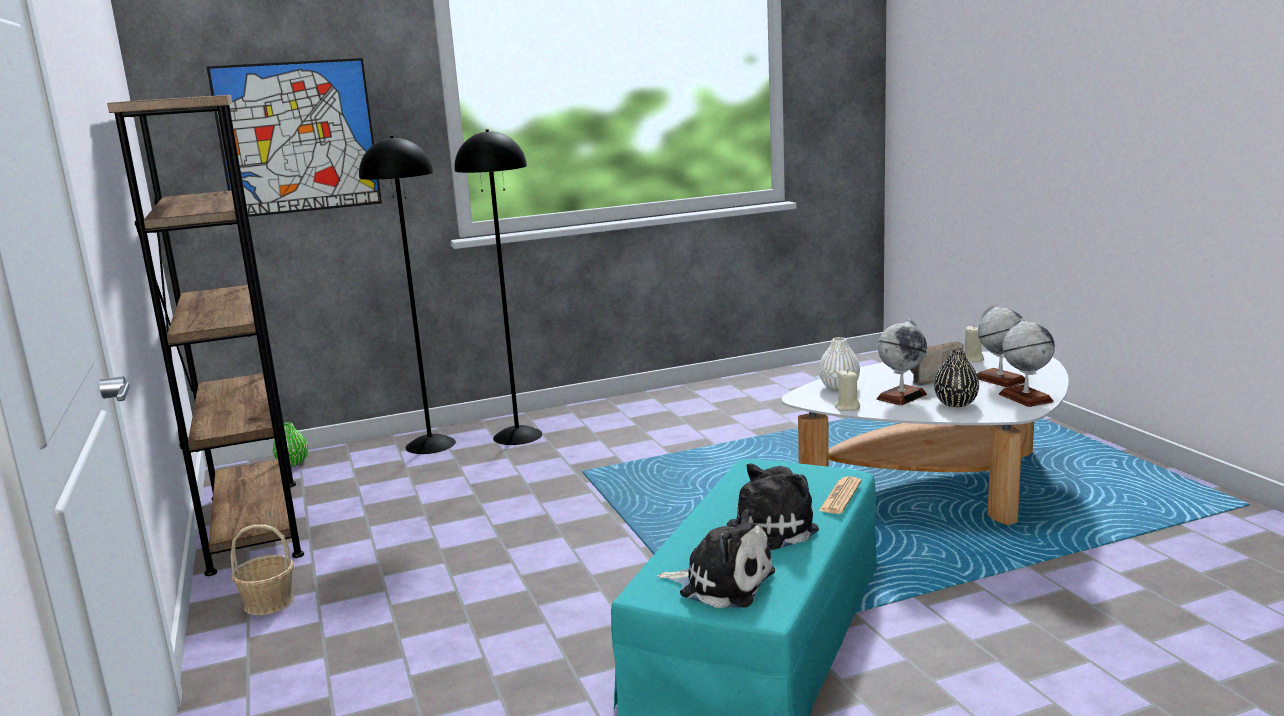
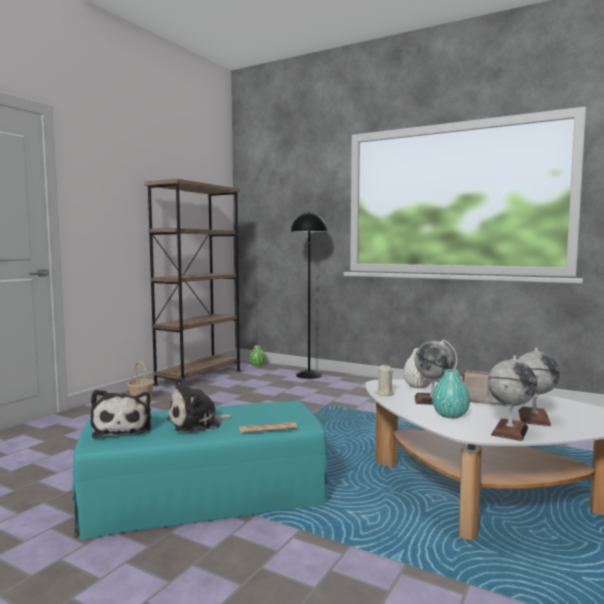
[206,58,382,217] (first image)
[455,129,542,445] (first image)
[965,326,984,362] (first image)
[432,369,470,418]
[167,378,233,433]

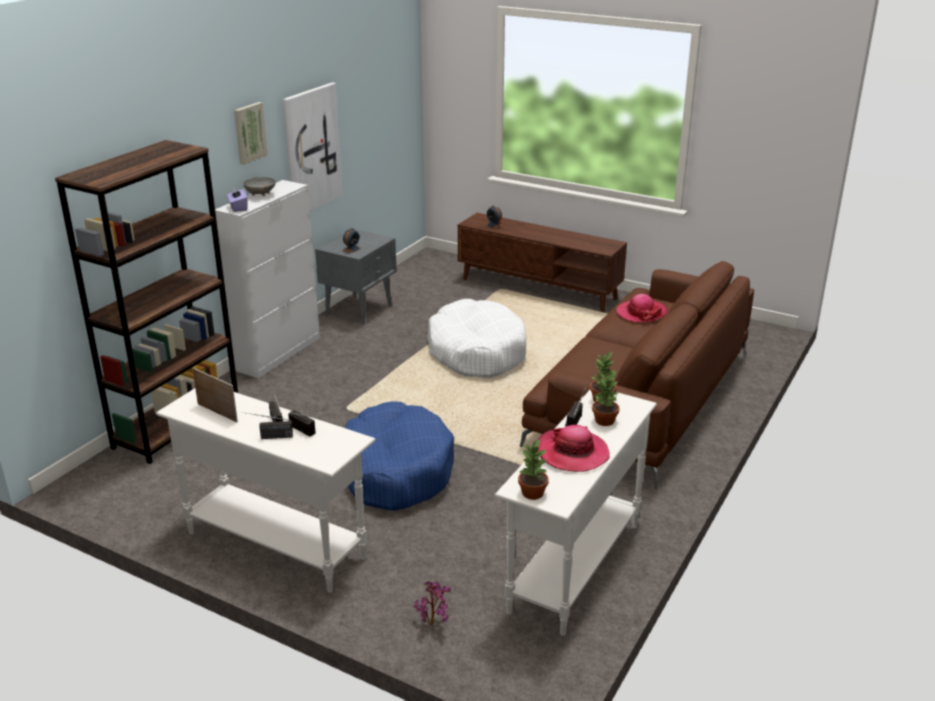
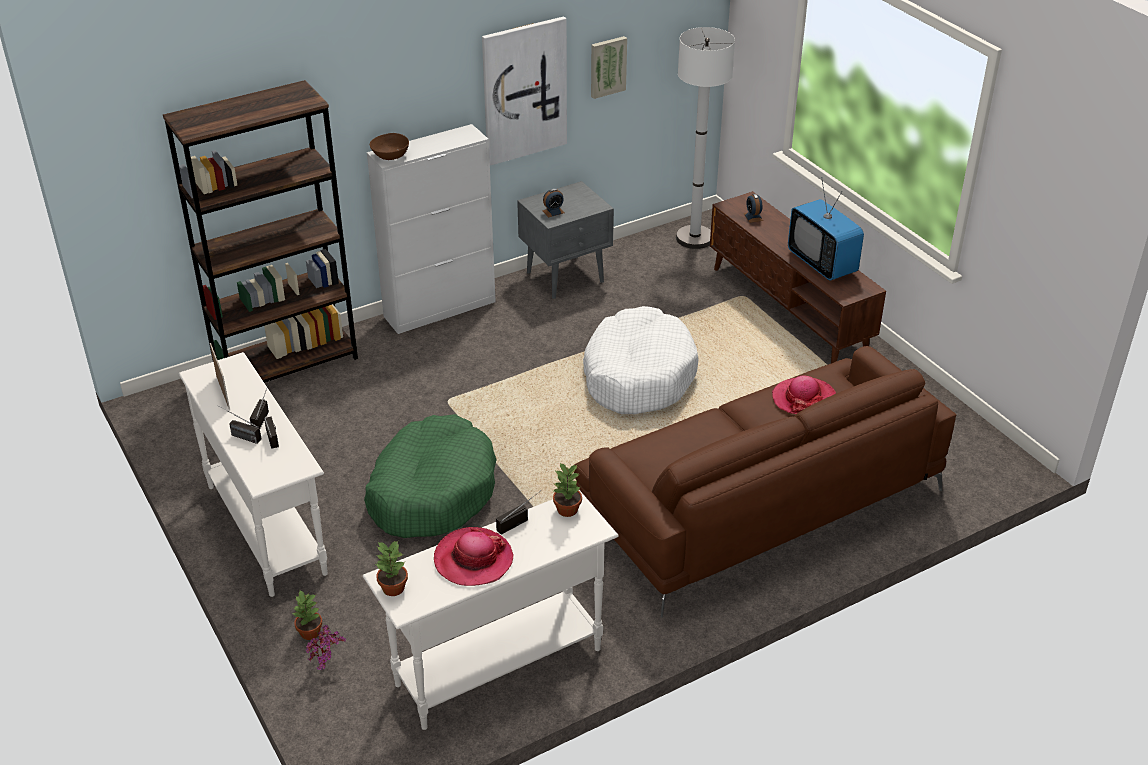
[591,36,627,99]
[243,177,276,197] (first image)
[370,133,409,160]
[293,591,322,640]
[364,414,497,538]
[676,27,735,249]
[788,177,864,280]

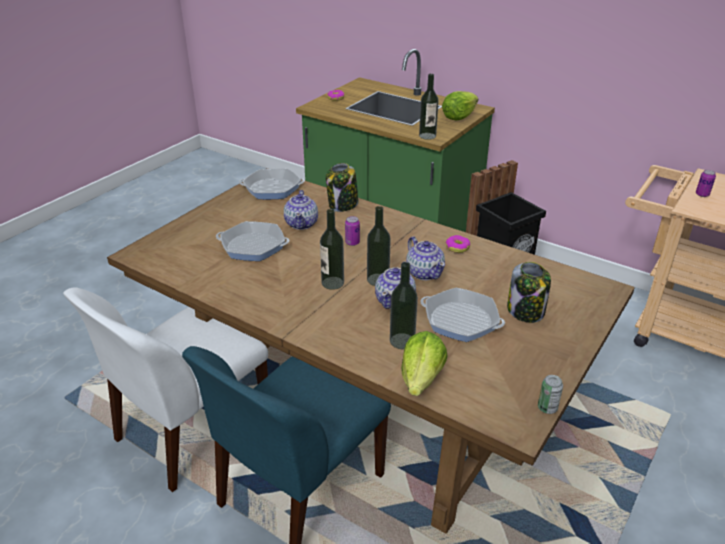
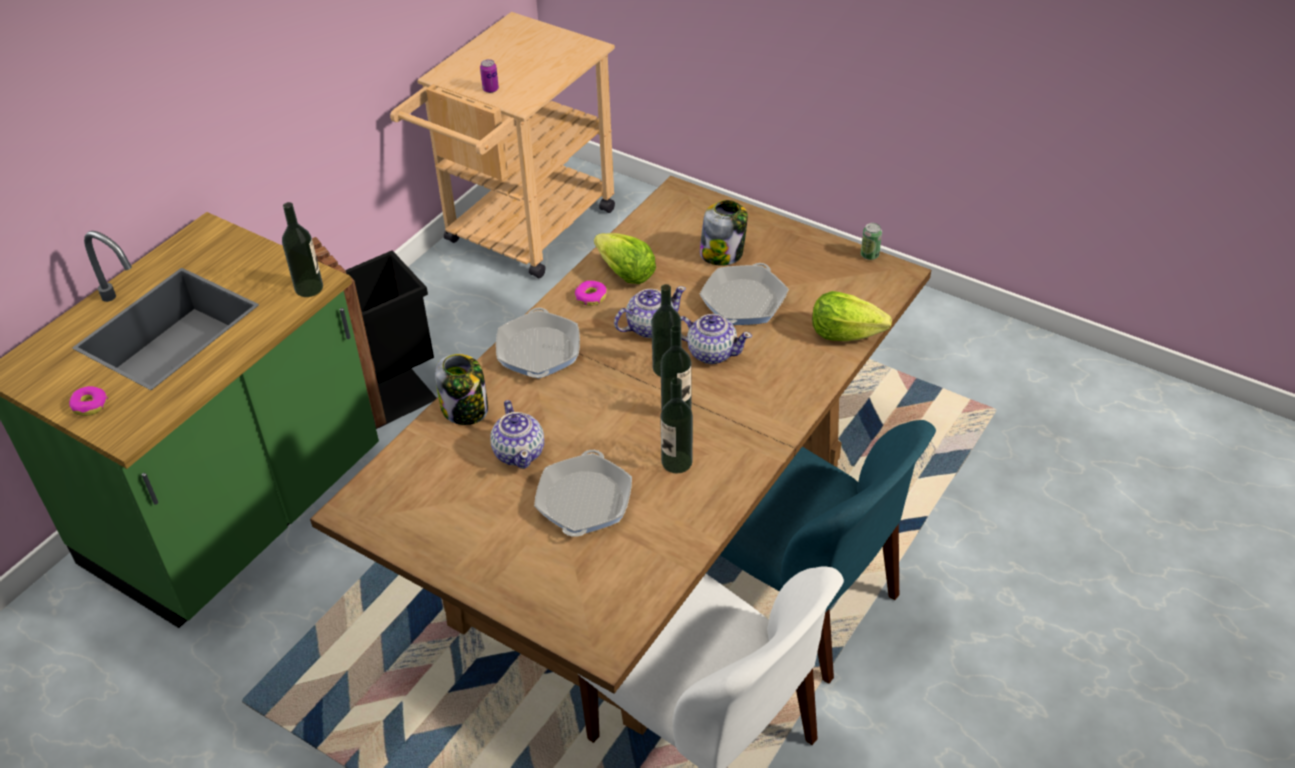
[594,233,656,284]
[496,308,580,379]
[491,400,544,469]
[345,216,360,246] (first image)
[660,378,693,474]

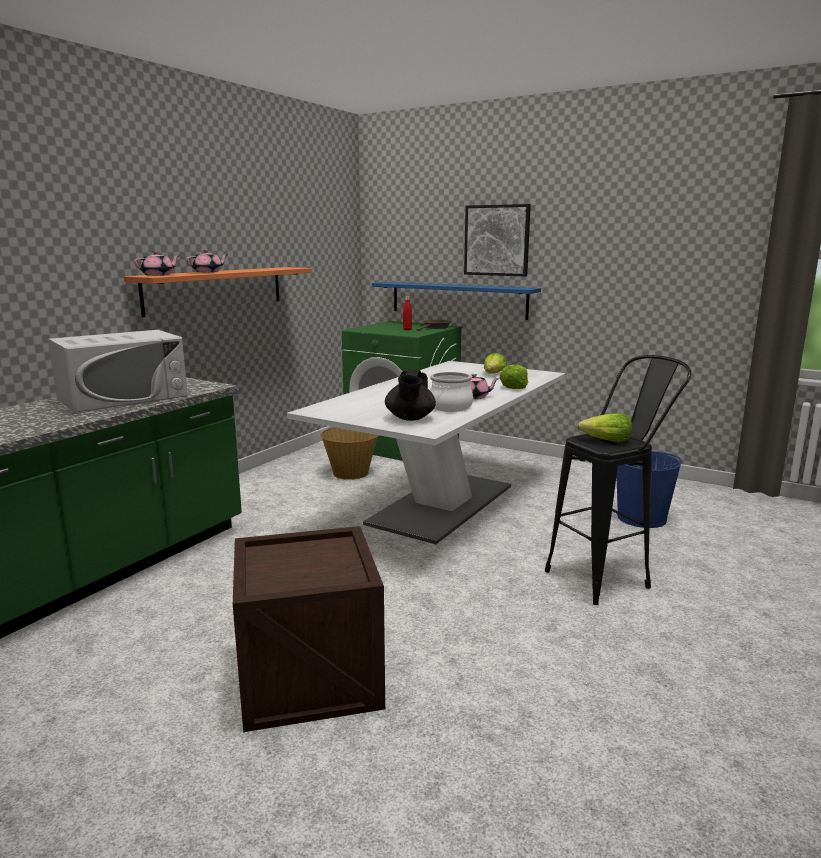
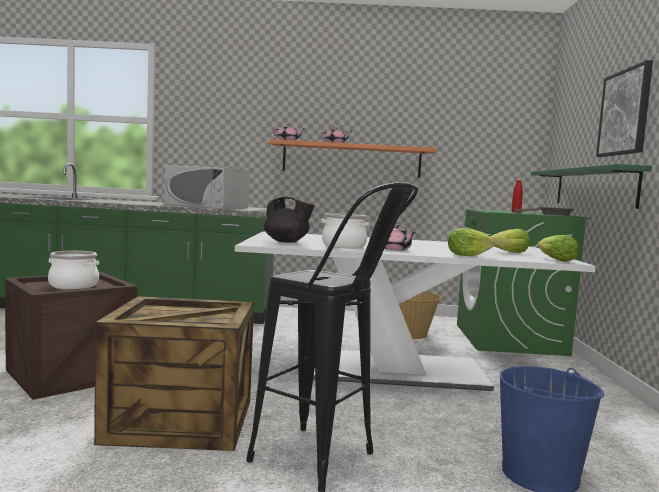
[531,164,652,209]
[264,197,315,243]
[537,235,578,262]
[48,251,99,289]
[94,296,254,451]

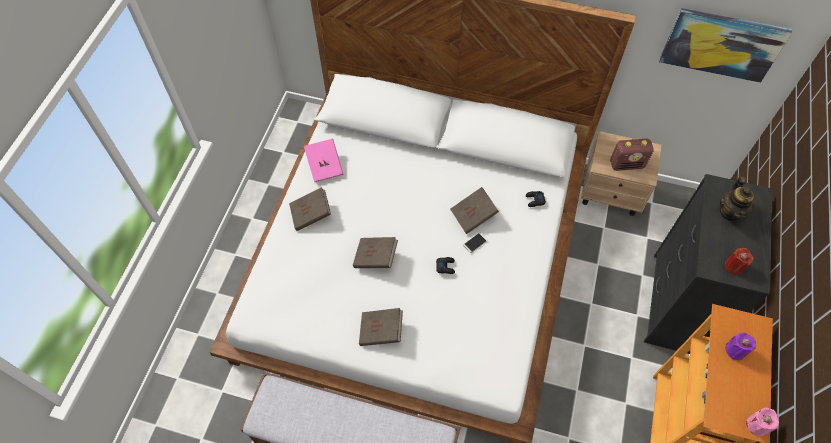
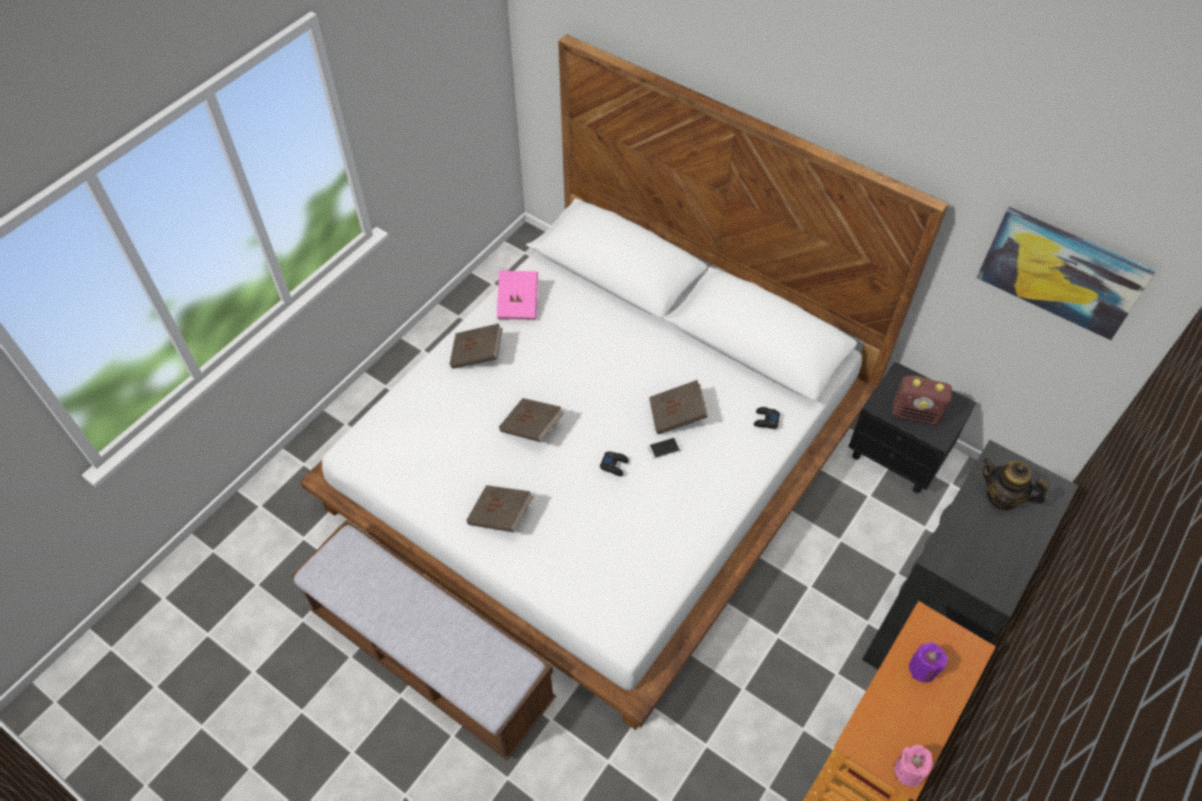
[848,361,976,493]
[983,458,1049,511]
[725,248,754,274] (first image)

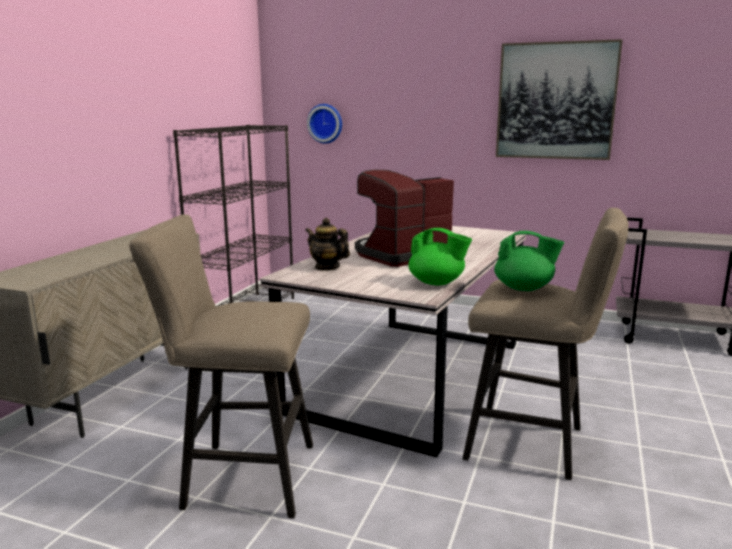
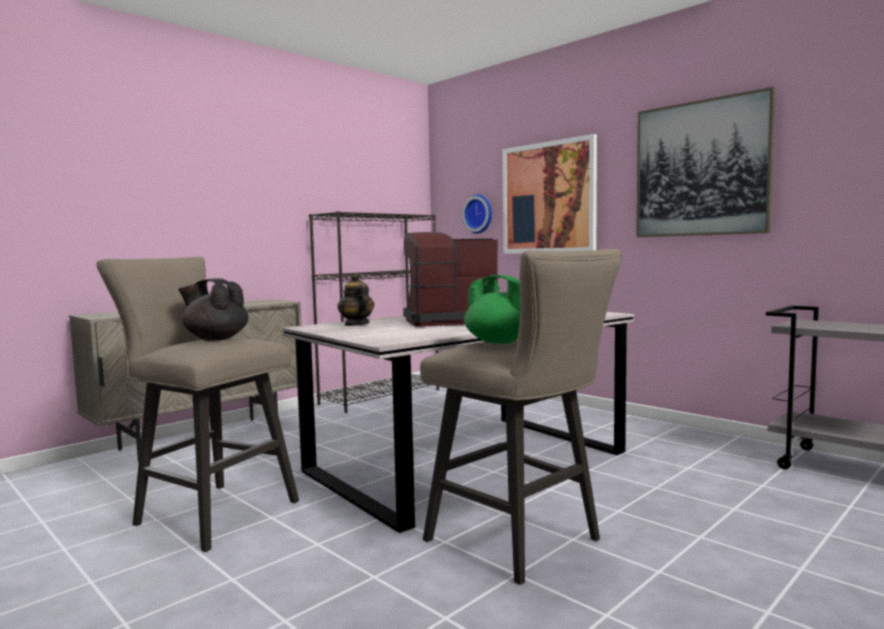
[408,228,472,286] (first image)
[502,134,597,254]
[178,278,249,341]

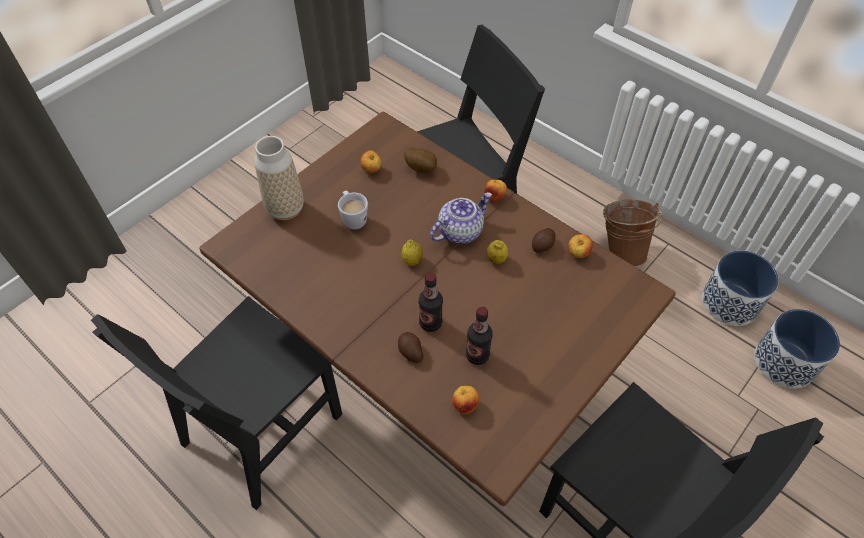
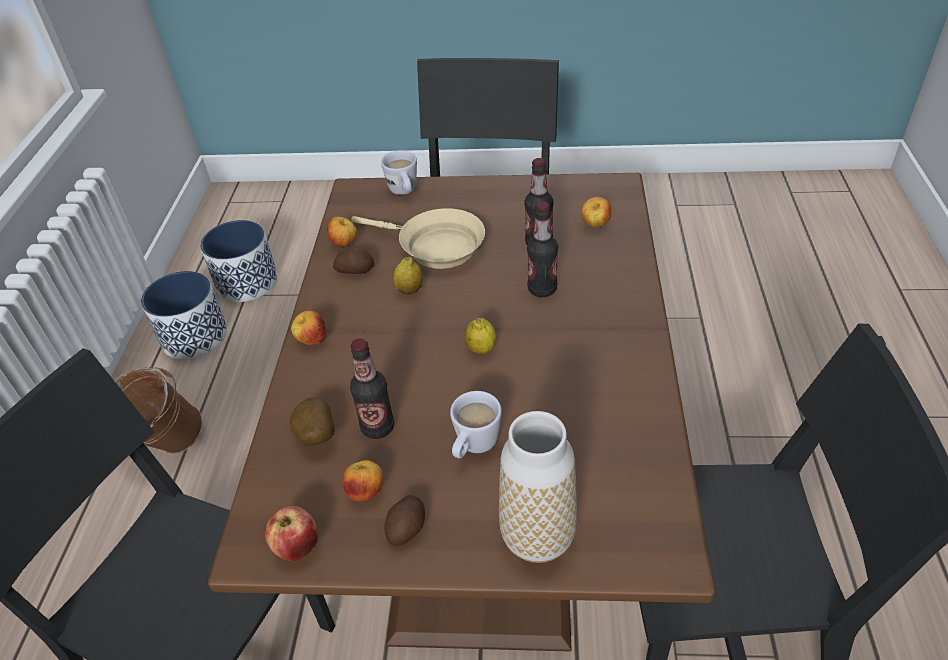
[430,192,492,244] (first image)
[384,495,425,546]
[381,150,417,195]
[351,208,485,269]
[350,338,394,439]
[265,506,318,561]

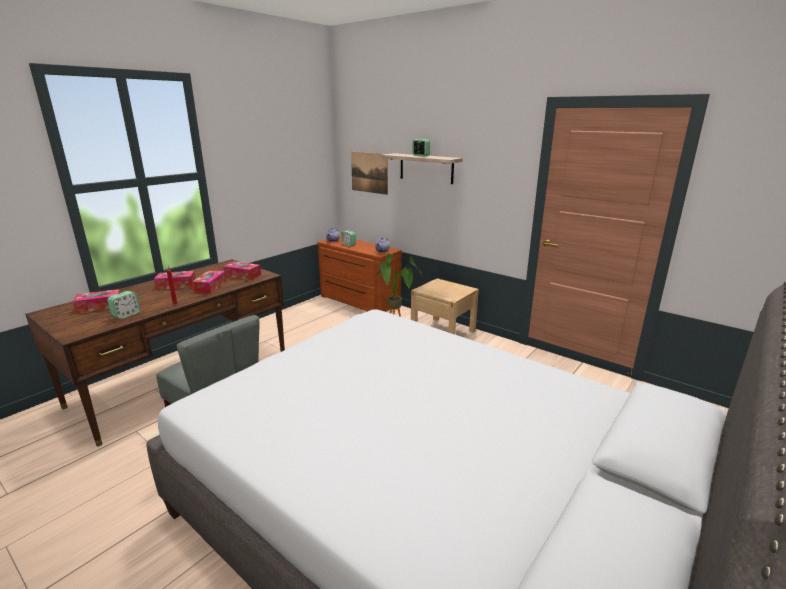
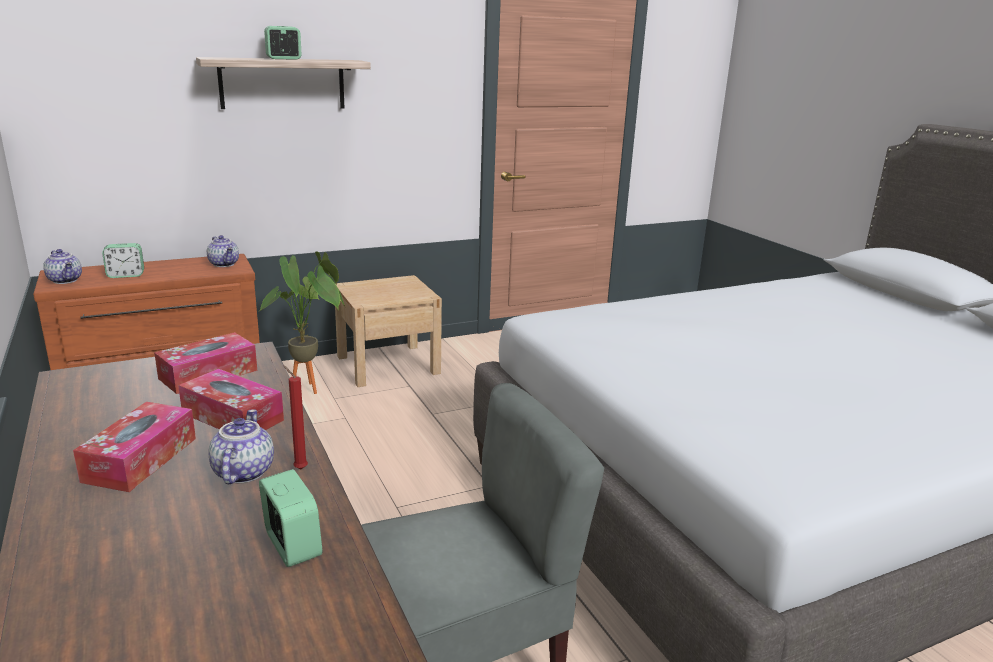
[351,152,388,195] (first image)
[73,289,121,313] (first image)
[208,409,274,484]

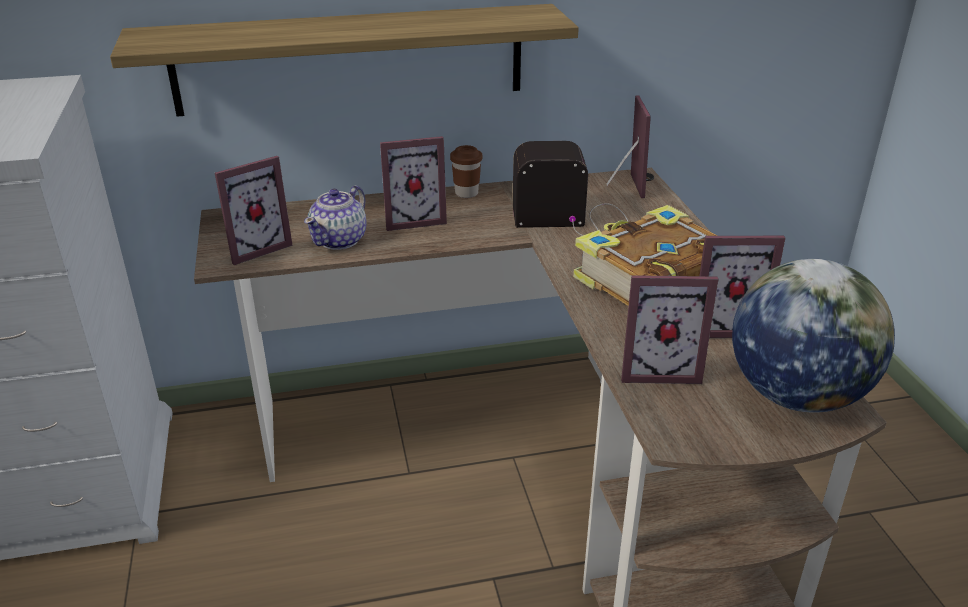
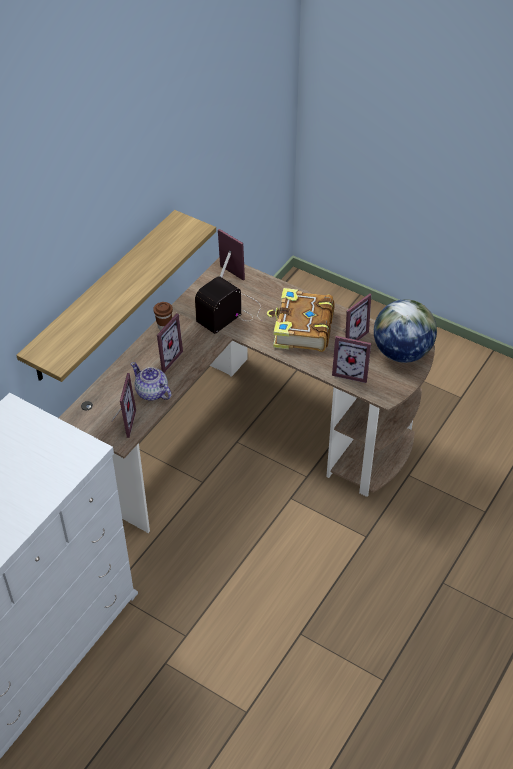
[131,362,171,401]
[332,336,371,383]

